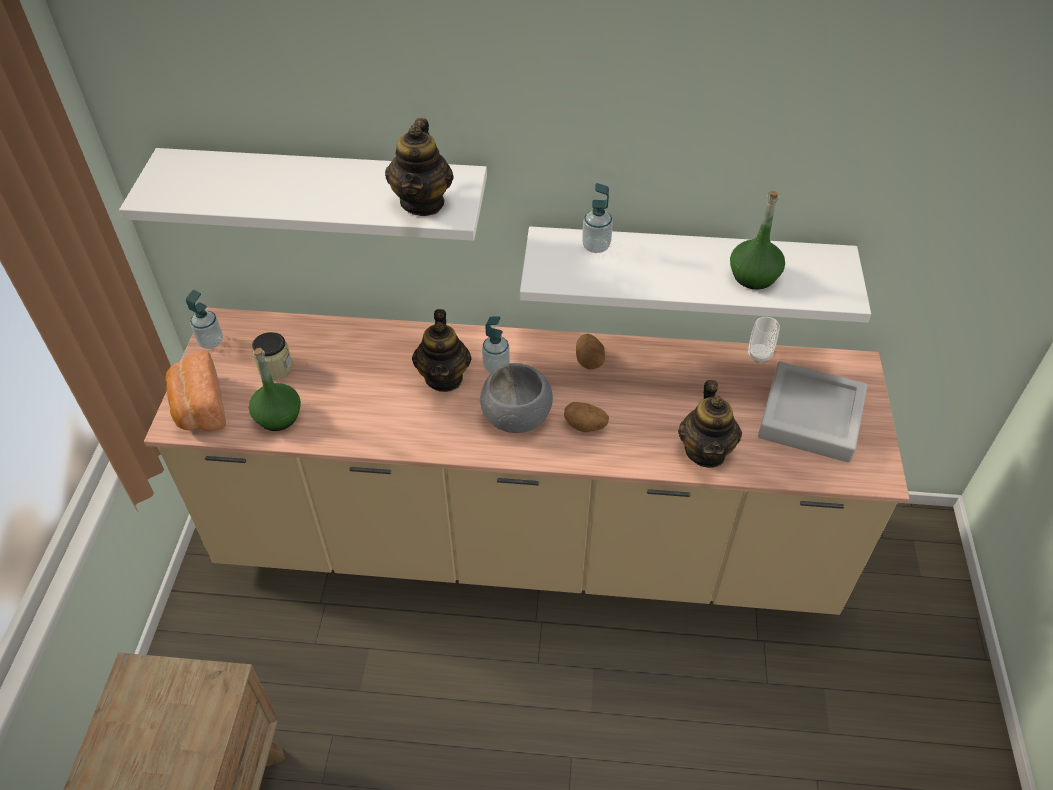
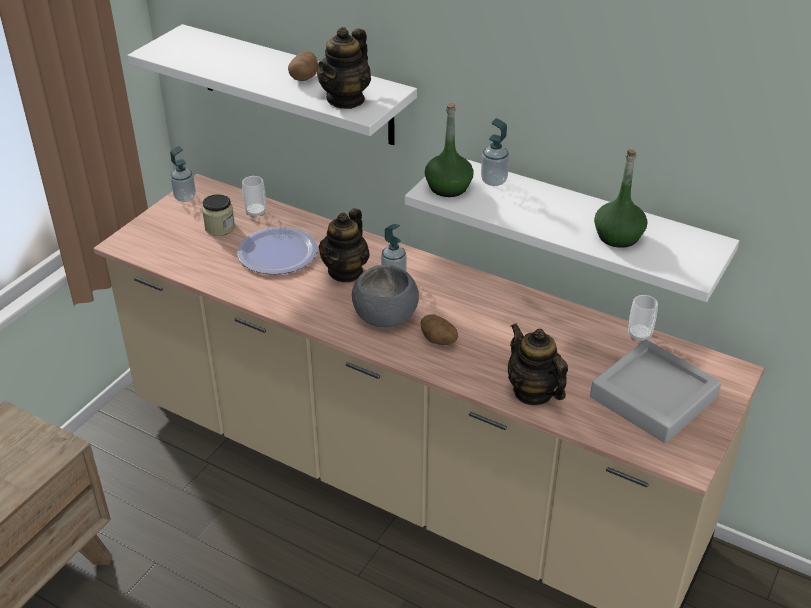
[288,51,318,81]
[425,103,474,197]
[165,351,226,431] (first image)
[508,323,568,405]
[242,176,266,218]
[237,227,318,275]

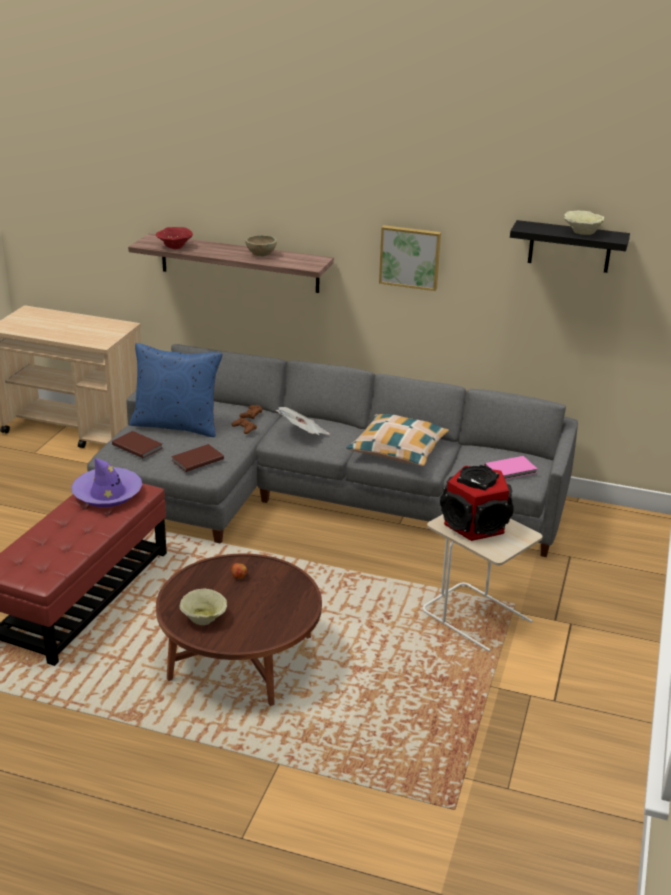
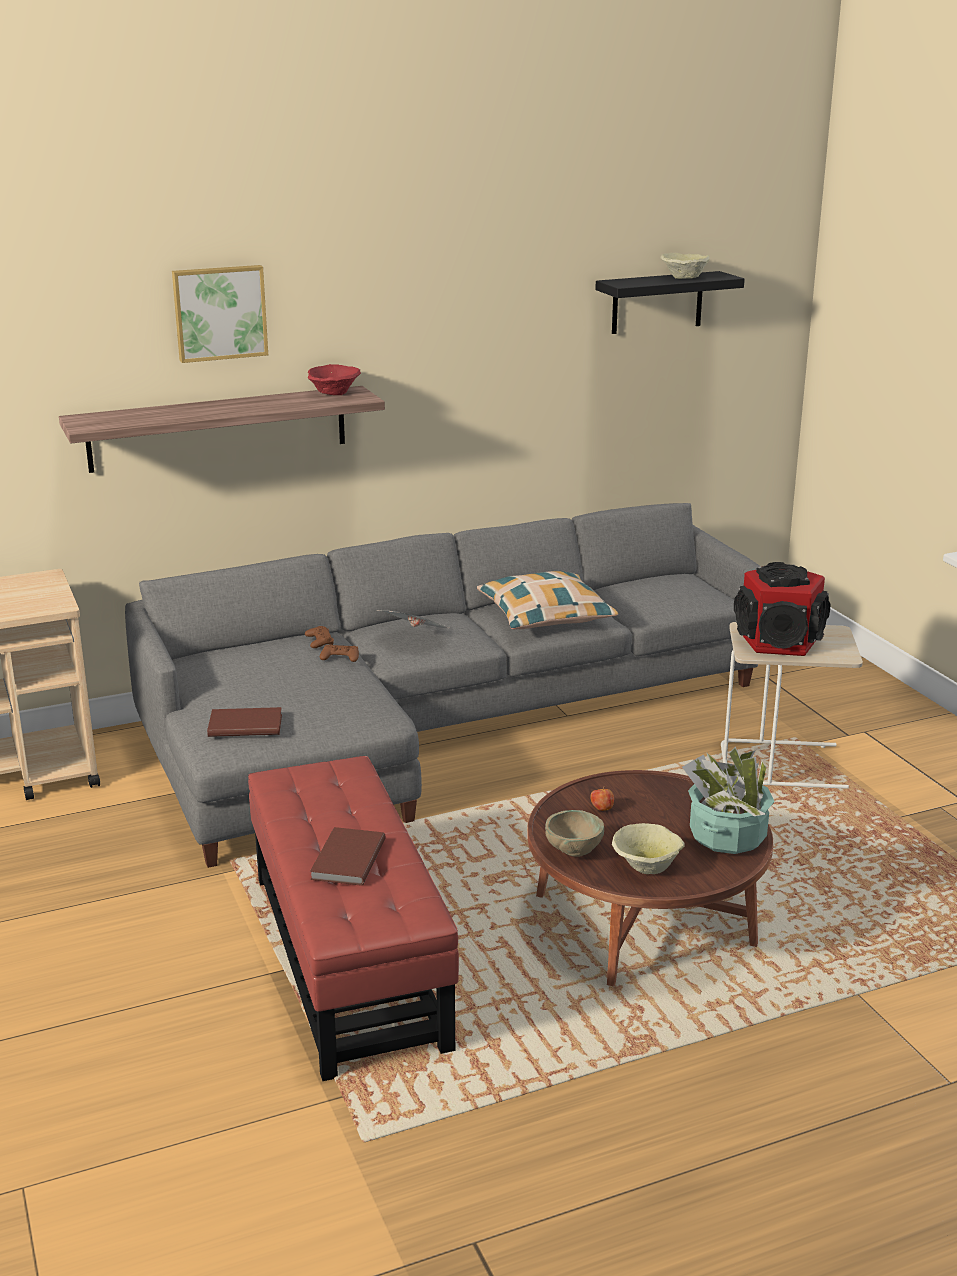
[172,265,268,363]
[308,364,361,395]
[545,810,604,857]
[129,343,223,437] (first image)
[310,827,386,886]
[484,456,537,479] (first image)
[71,458,142,507] (first image)
[682,746,775,854]

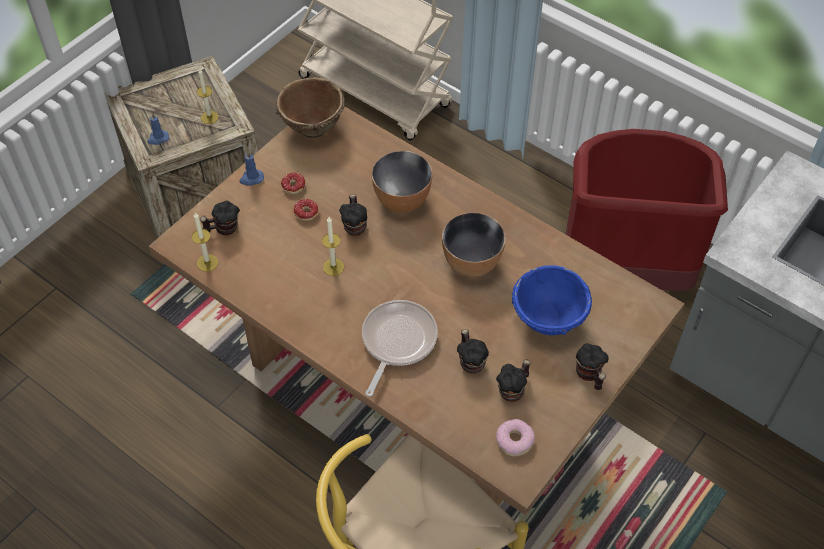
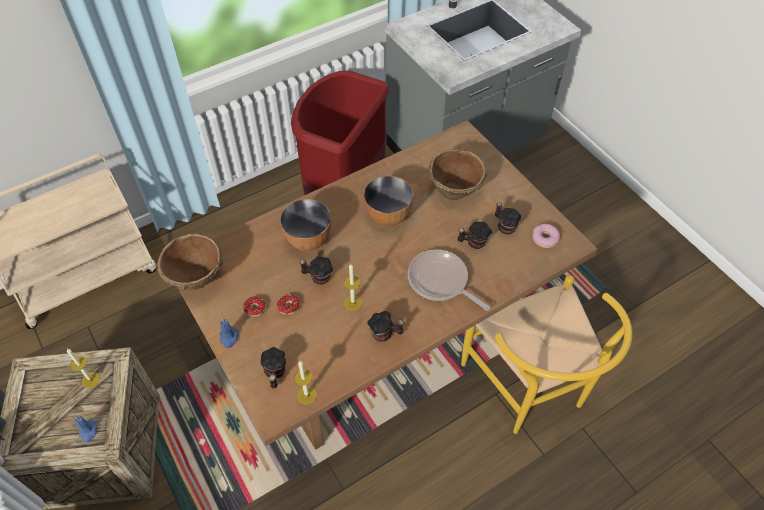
[428,149,487,200]
[367,311,404,342]

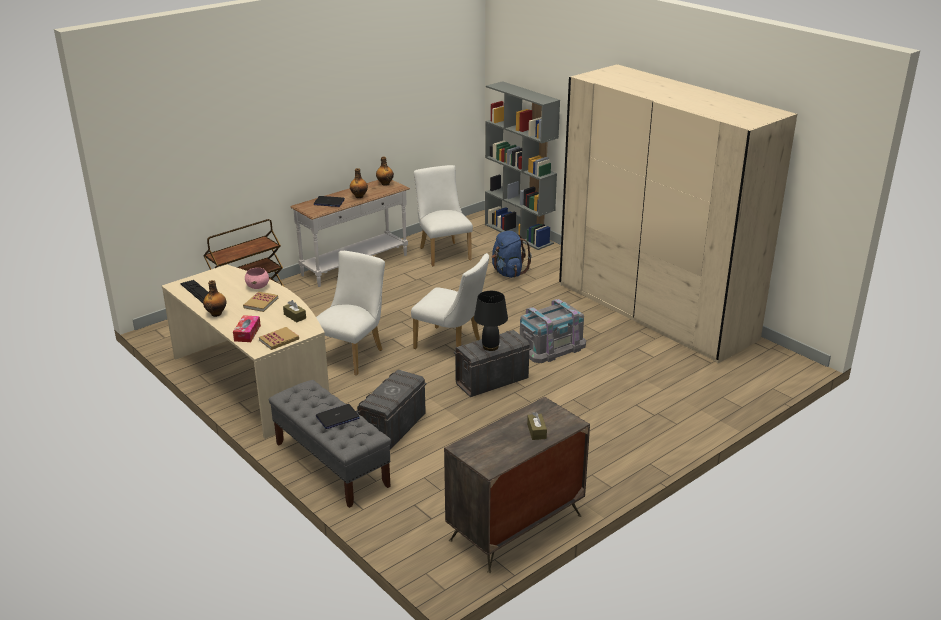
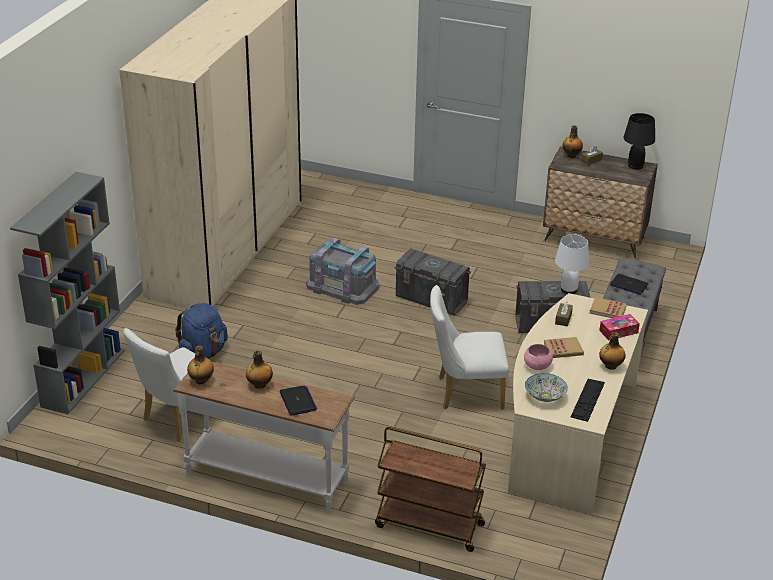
[411,253,489,349] (first image)
[624,113,655,170]
[563,125,583,158]
[555,234,589,294]
[525,373,568,402]

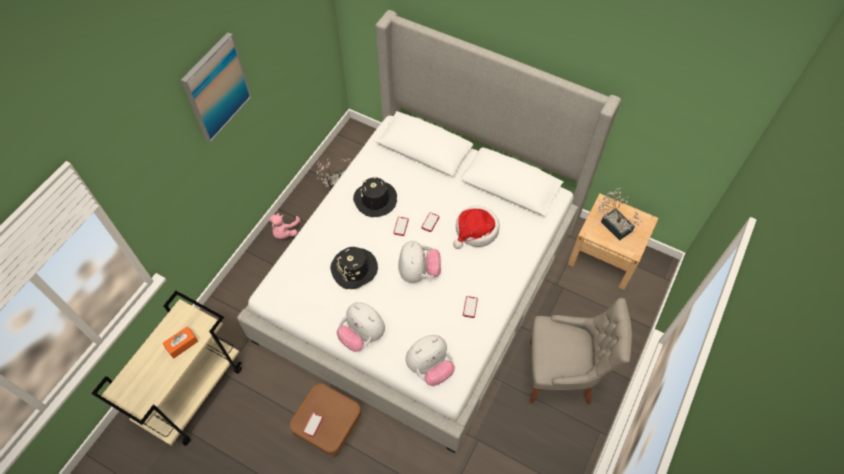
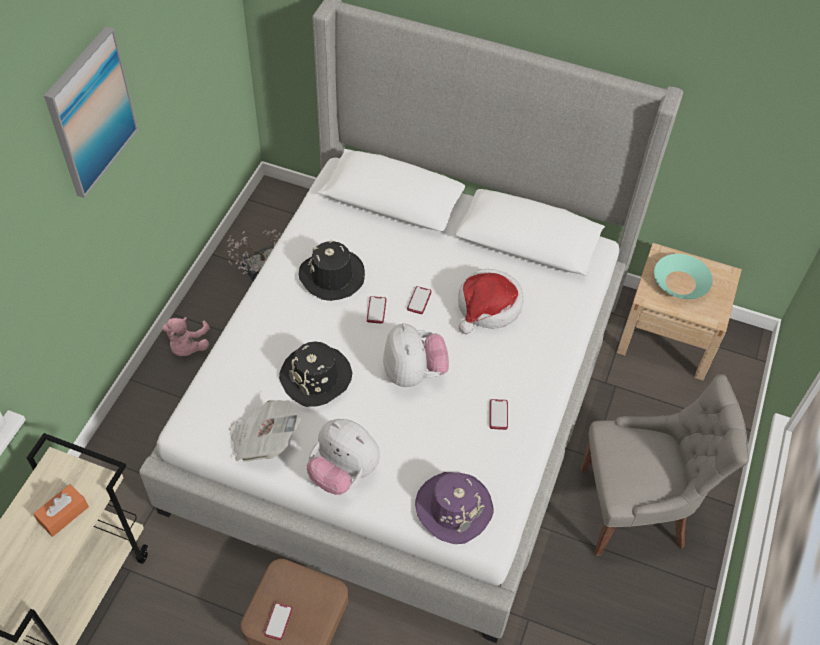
[654,254,713,299]
[415,472,493,544]
[229,400,299,461]

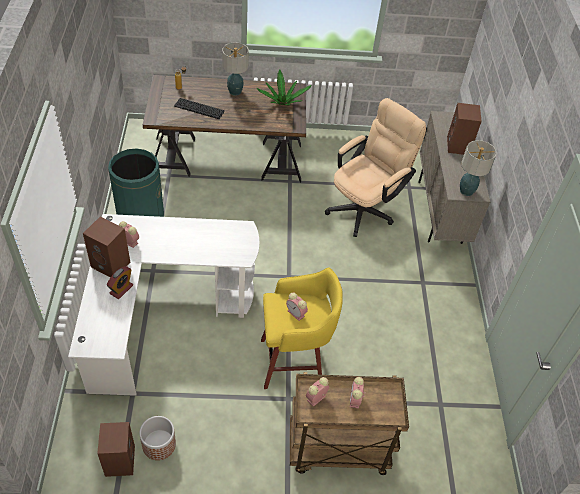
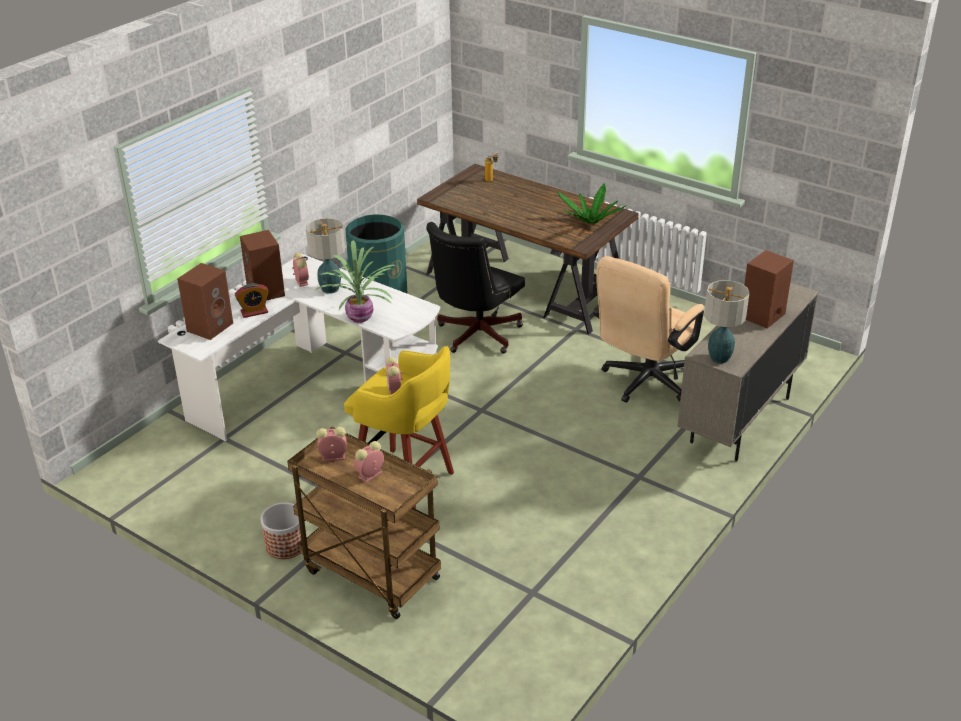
[306,218,345,294]
[174,98,225,119] (first image)
[593,256,704,403]
[261,503,307,559]
[177,263,233,340]
[426,222,525,354]
[316,240,395,323]

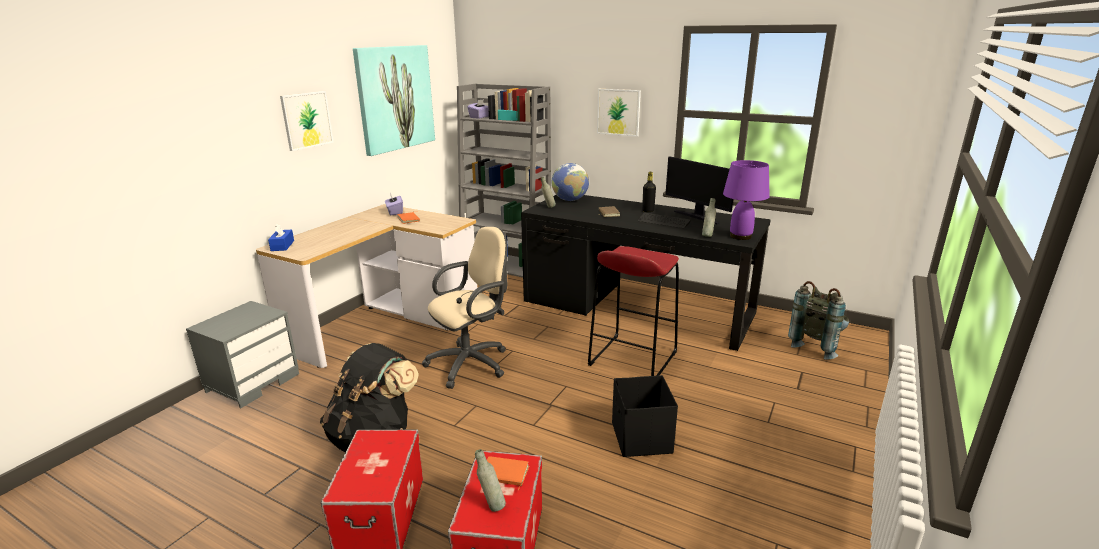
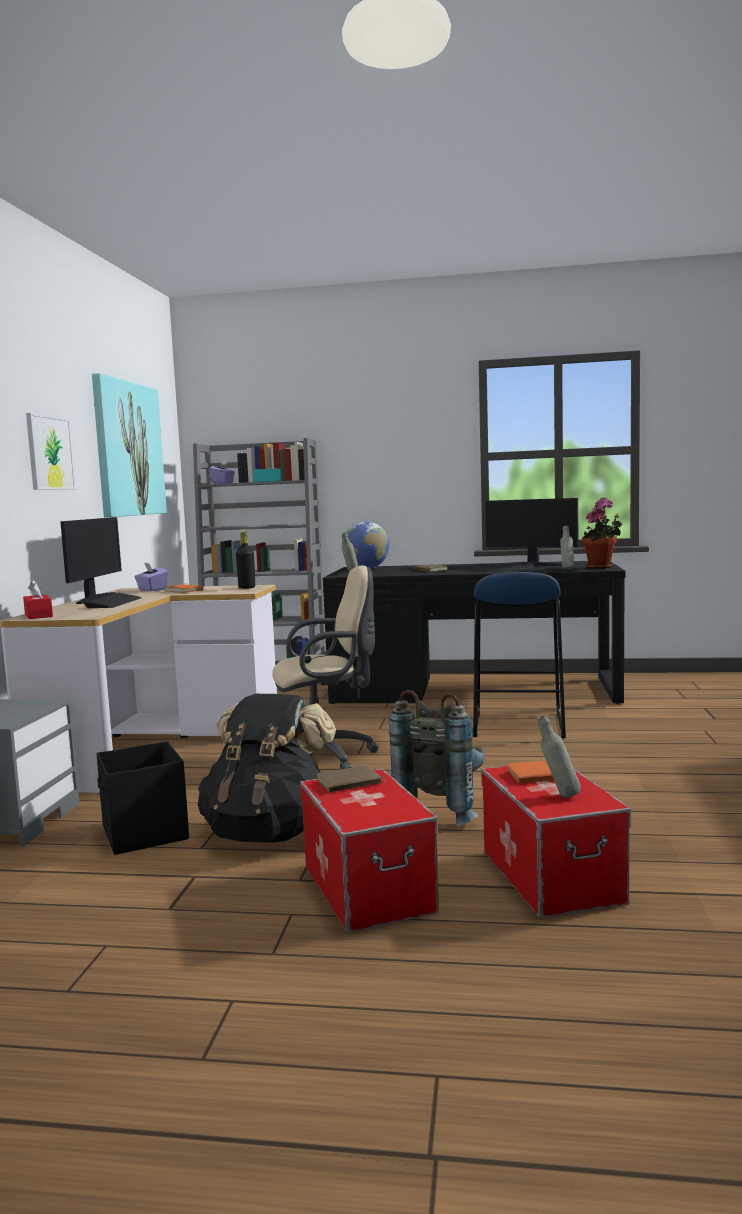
[597,89,641,137] (first image)
[582,497,622,569]
[236,531,255,589]
[23,580,53,619]
[272,566,379,769]
[473,572,566,738]
[389,690,485,826]
[96,741,189,855]
[60,517,122,604]
[84,593,141,608]
[316,765,386,793]

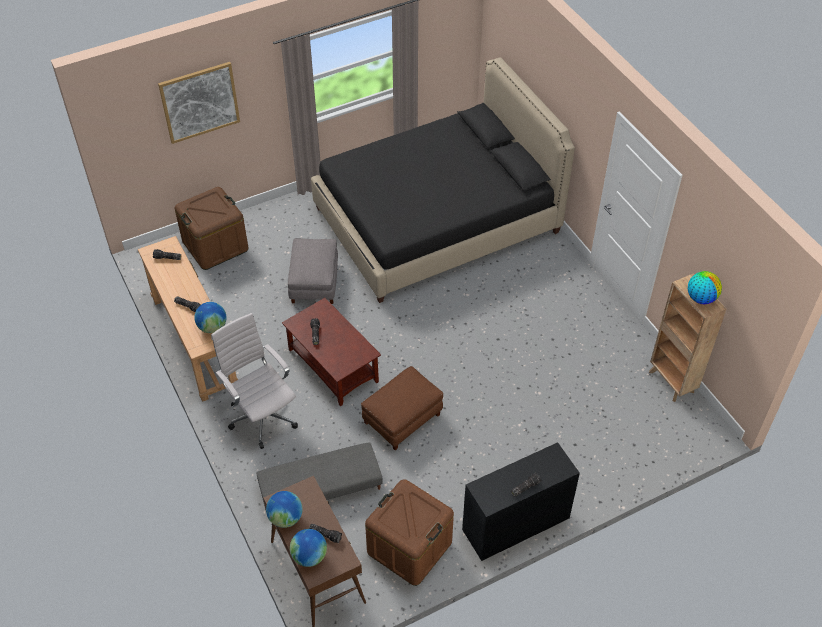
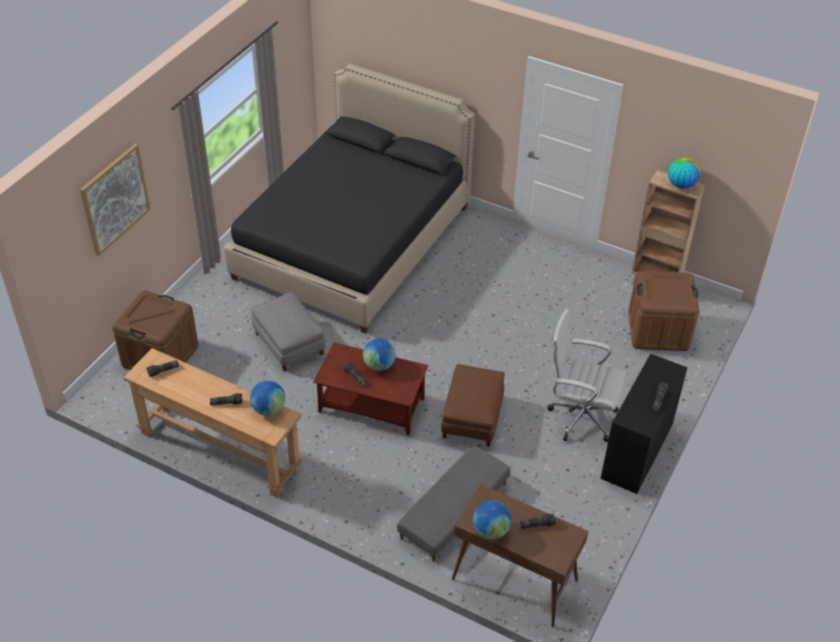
[547,309,626,442]
[628,271,699,351]
[363,338,395,371]

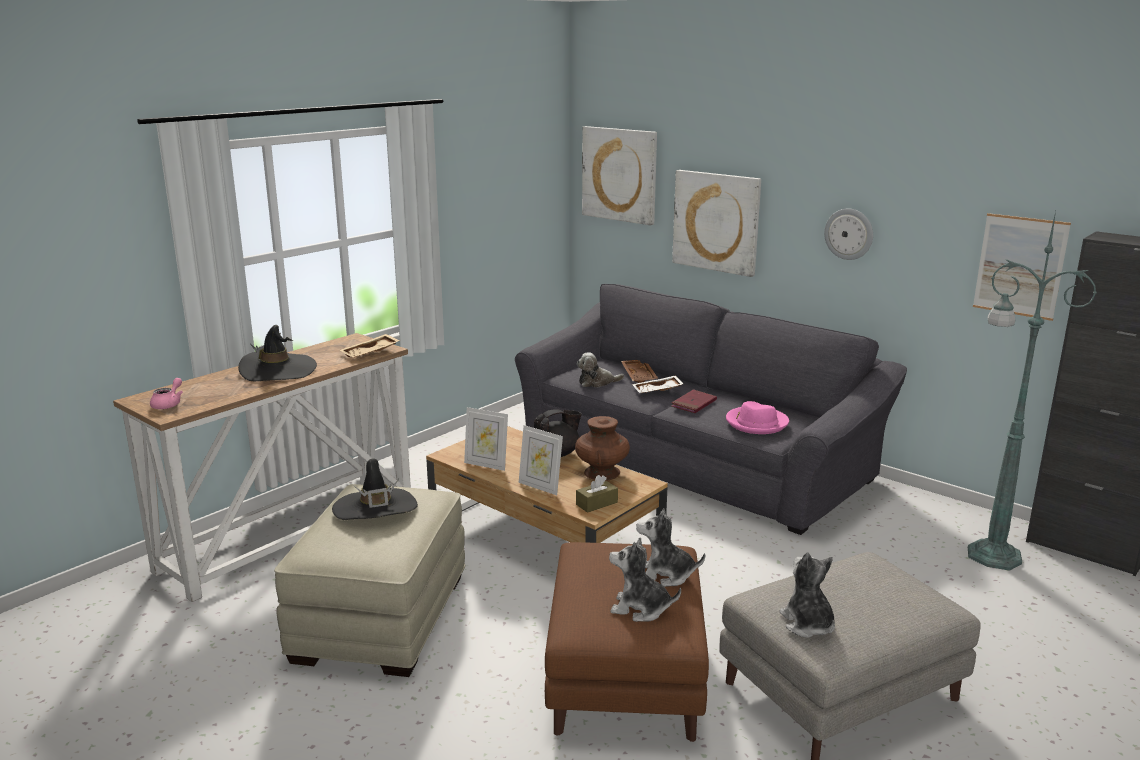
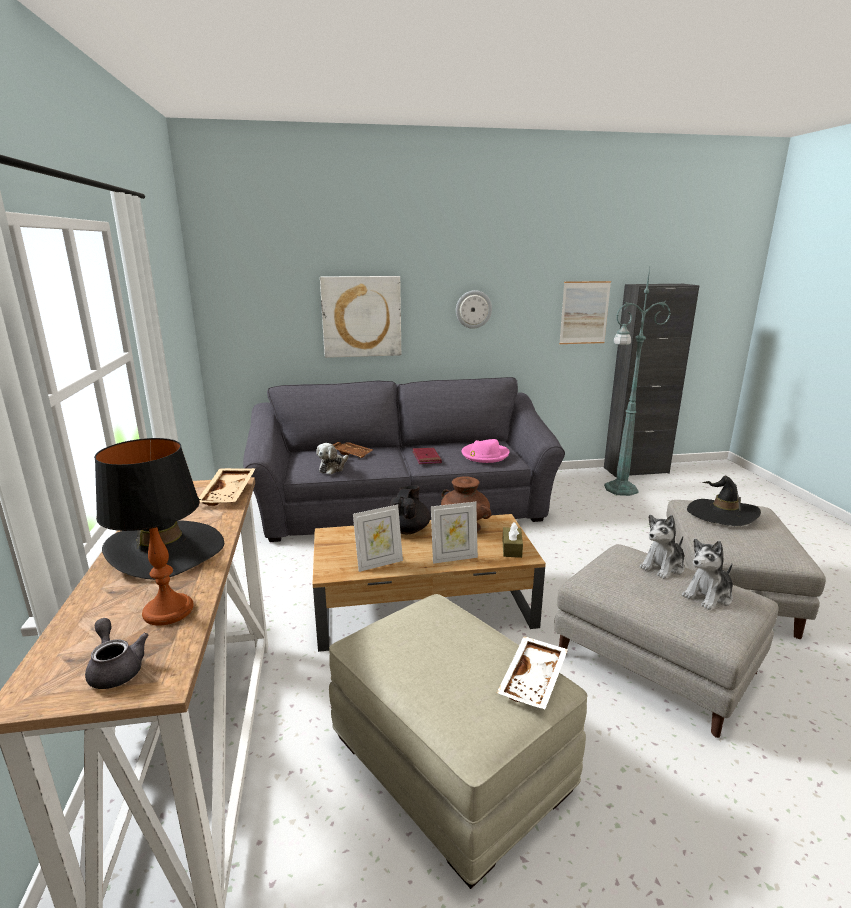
[582,126,657,225] (first image)
[497,636,568,709]
[85,618,149,689]
[687,476,761,526]
[554,544,779,738]
[779,552,835,638] (first image)
[94,438,200,626]

